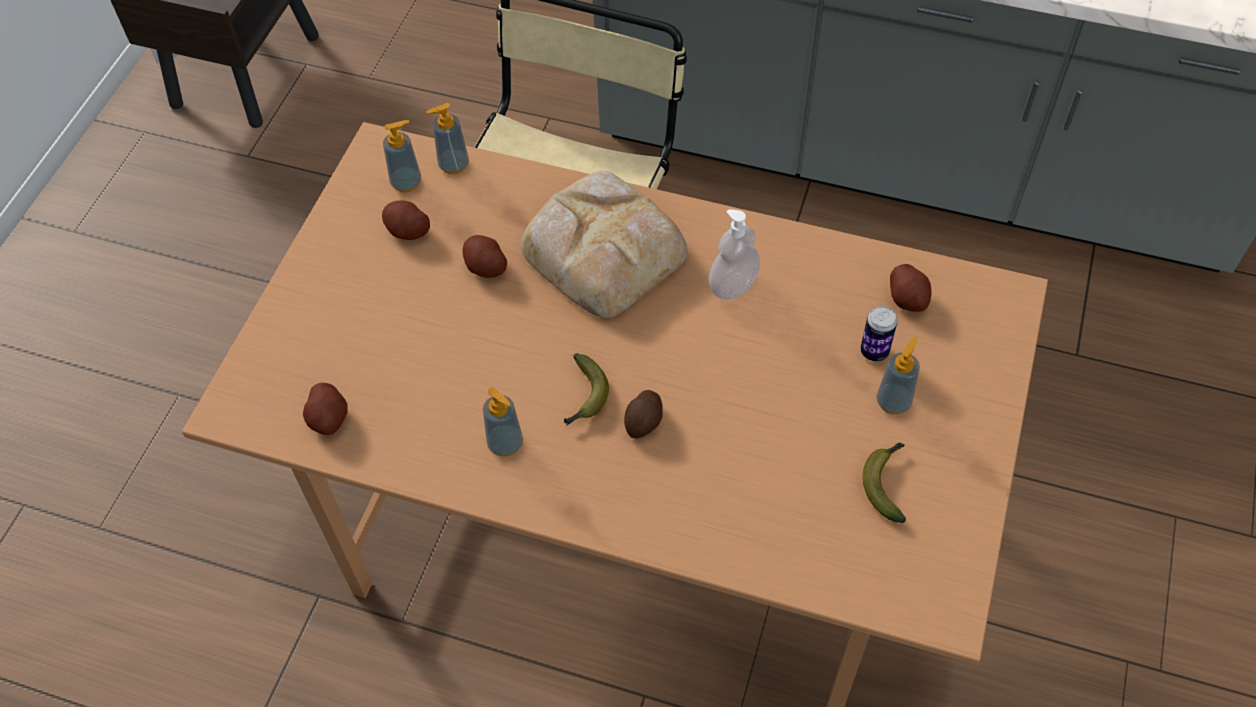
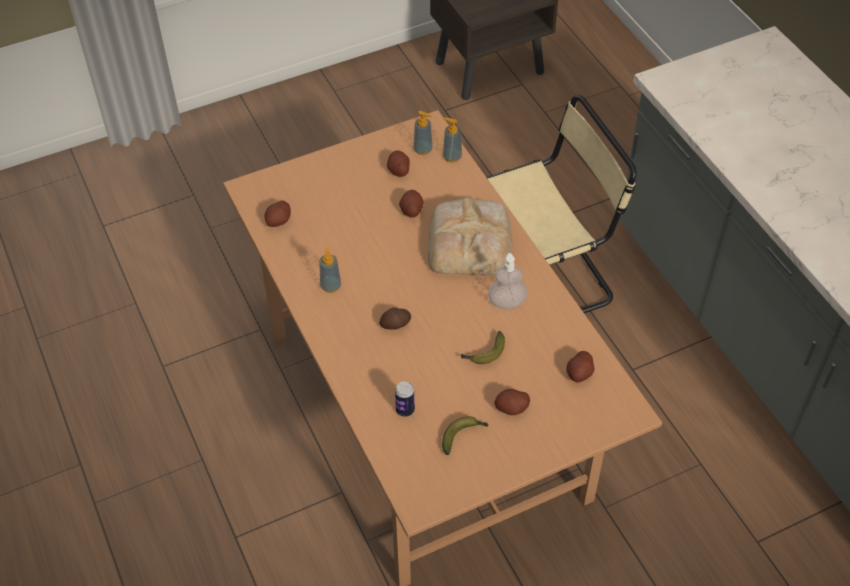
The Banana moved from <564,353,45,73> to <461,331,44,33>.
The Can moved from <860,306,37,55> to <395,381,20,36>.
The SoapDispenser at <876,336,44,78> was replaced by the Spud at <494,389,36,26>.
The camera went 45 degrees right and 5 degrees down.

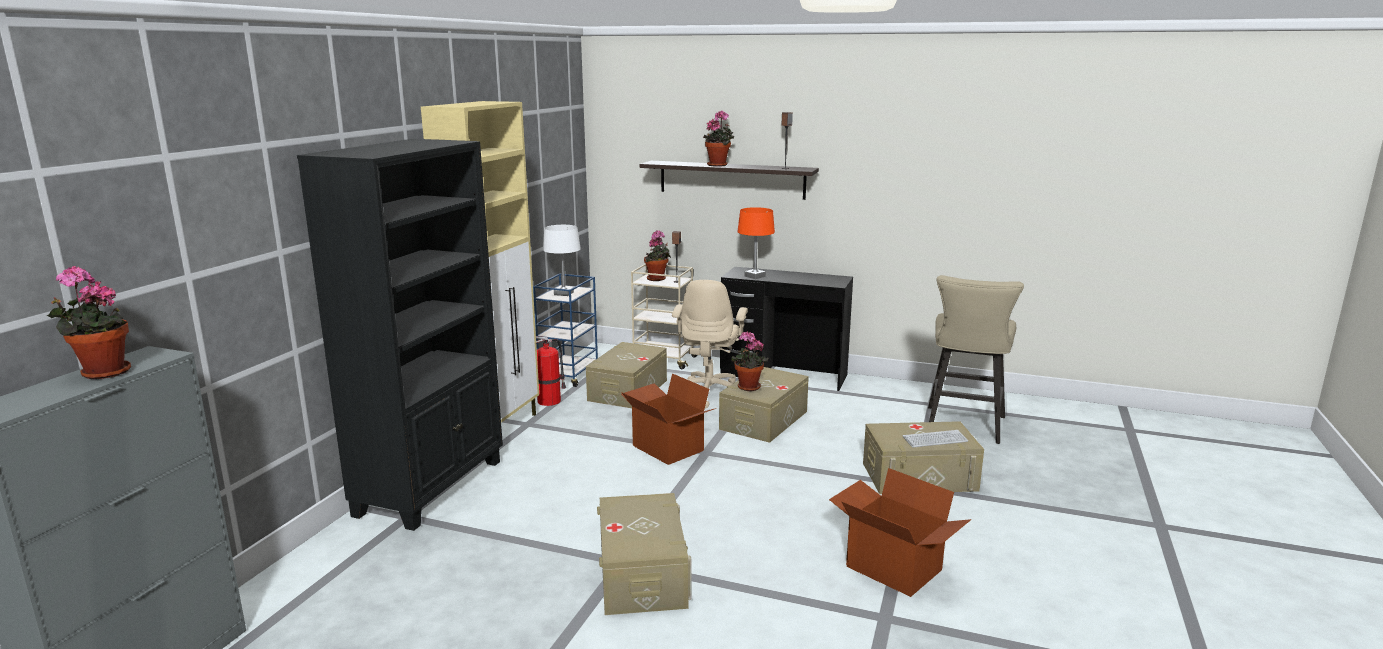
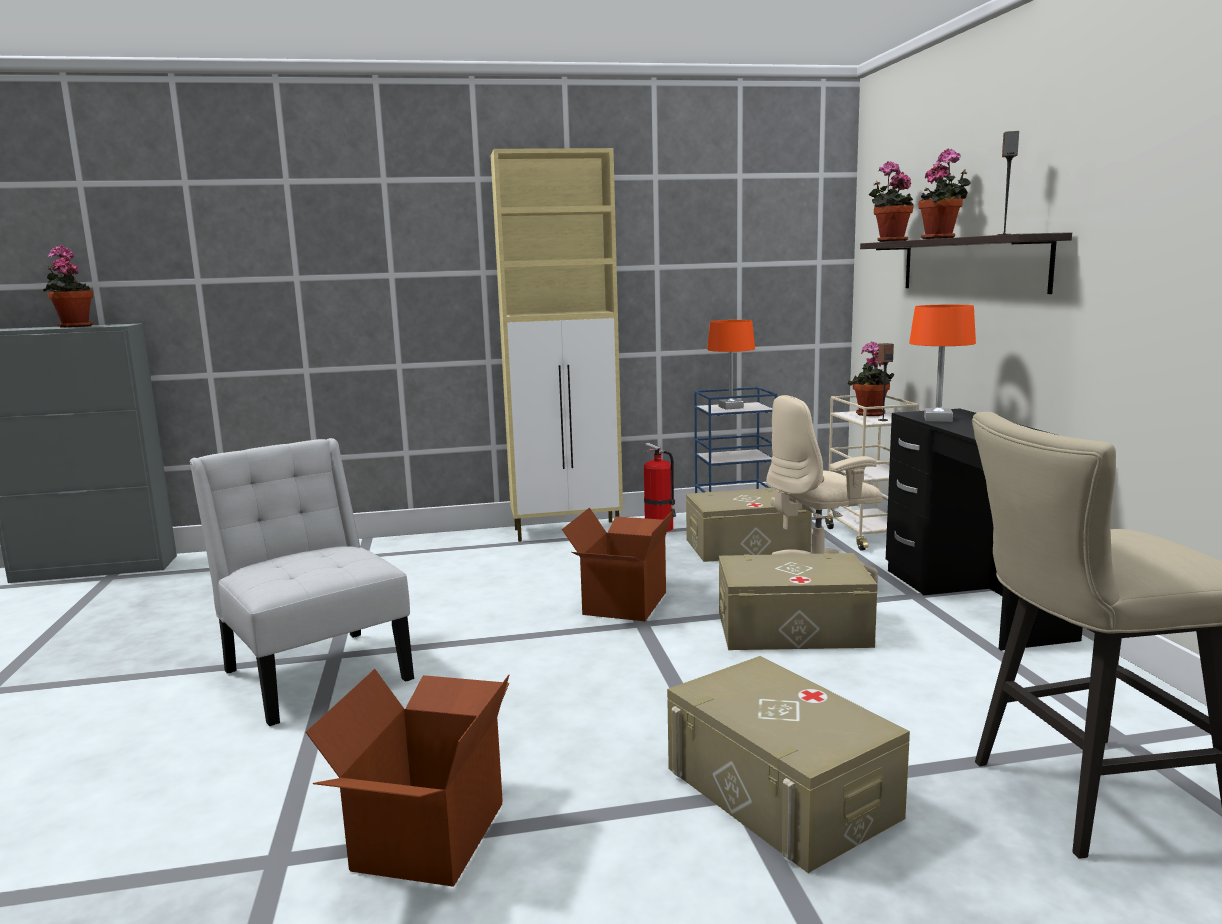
The BlackColouredBookcase at <297,139,206,392> disappeared.
The PcKeyboard at <903,430,65,17> disappeared.
The Houseplant moved from <731,331,38,60> to <868,161,46,81>.
The SandColouredStorageContainer at <597,493,95,122> was replaced by the WhitishUprightChair at <189,438,225,288>.
The WhitishLampForATable at <543,225,38,71> became the OrangeyLampForATable at <707,320,48,89>.
The camera went 60 degrees right and 5 degrees down.

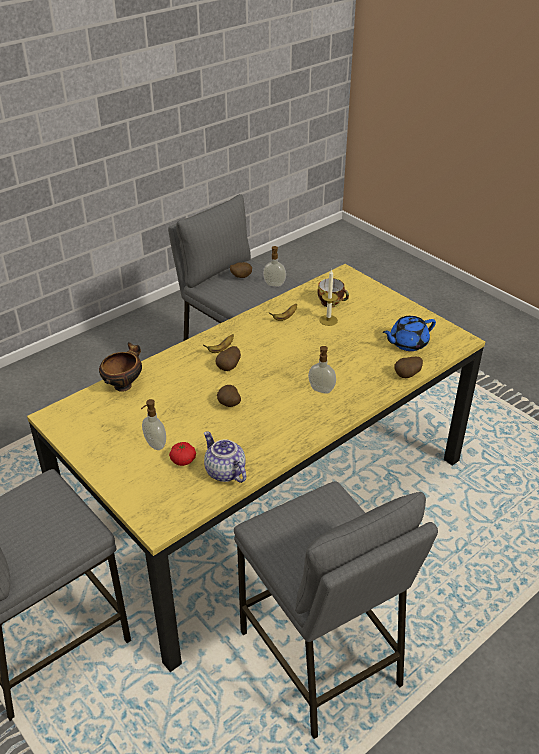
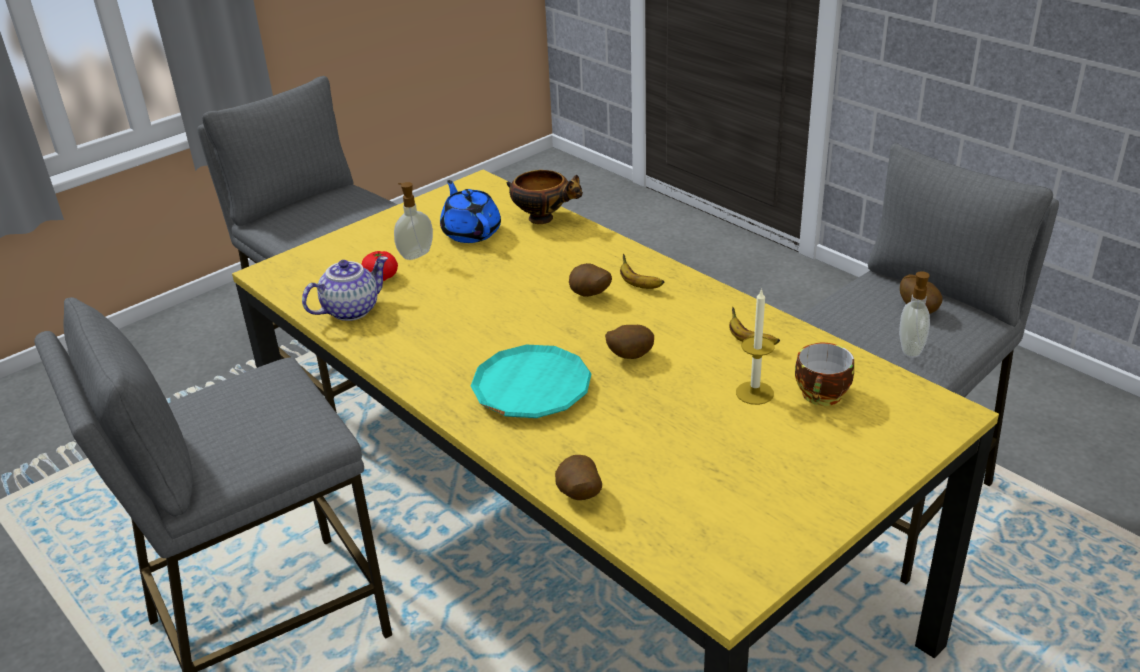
The Spud moved from <217,385,24,22> to <605,325,49,34>.
The BlueTeapot moved from <383,316,53,35> to <440,180,61,63>.
The SoapDispenser at <308,346,28,48> was replaced by the TurquoiseColouredPlate at <471,345,120,73>.
The camera went 90 degrees right and 5 degrees down.

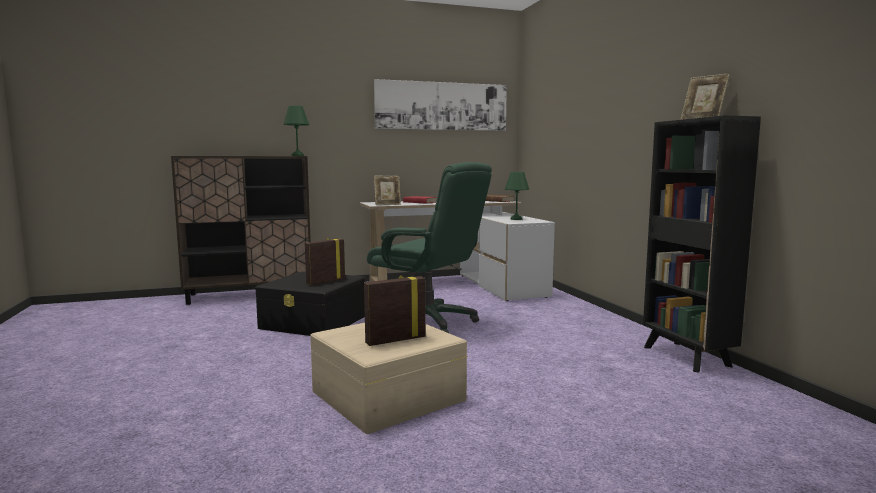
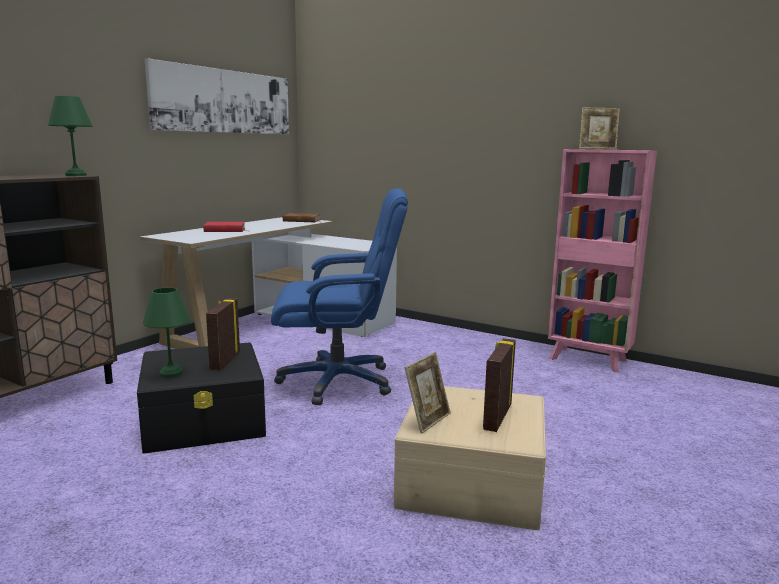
The PictureFrame moved from <374,176,27,29> to <404,352,47,82>.
The GreenLampForATable moved from <505,172,24,48> to <143,288,48,90>.
The GreenDeskChair at <367,162,125,171> became the BlueDeskChair at <271,189,137,216>.
The BlackColouredBookcase at <643,115,118,258> became the PinkishBookcase at <548,149,109,223>.
The camera went 40 degrees left and 5 degrees up.

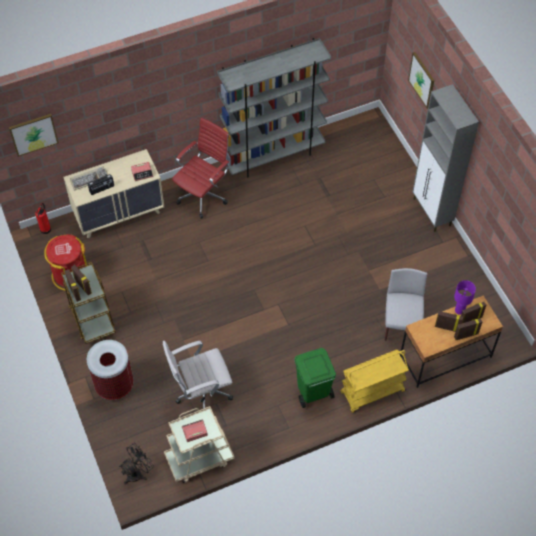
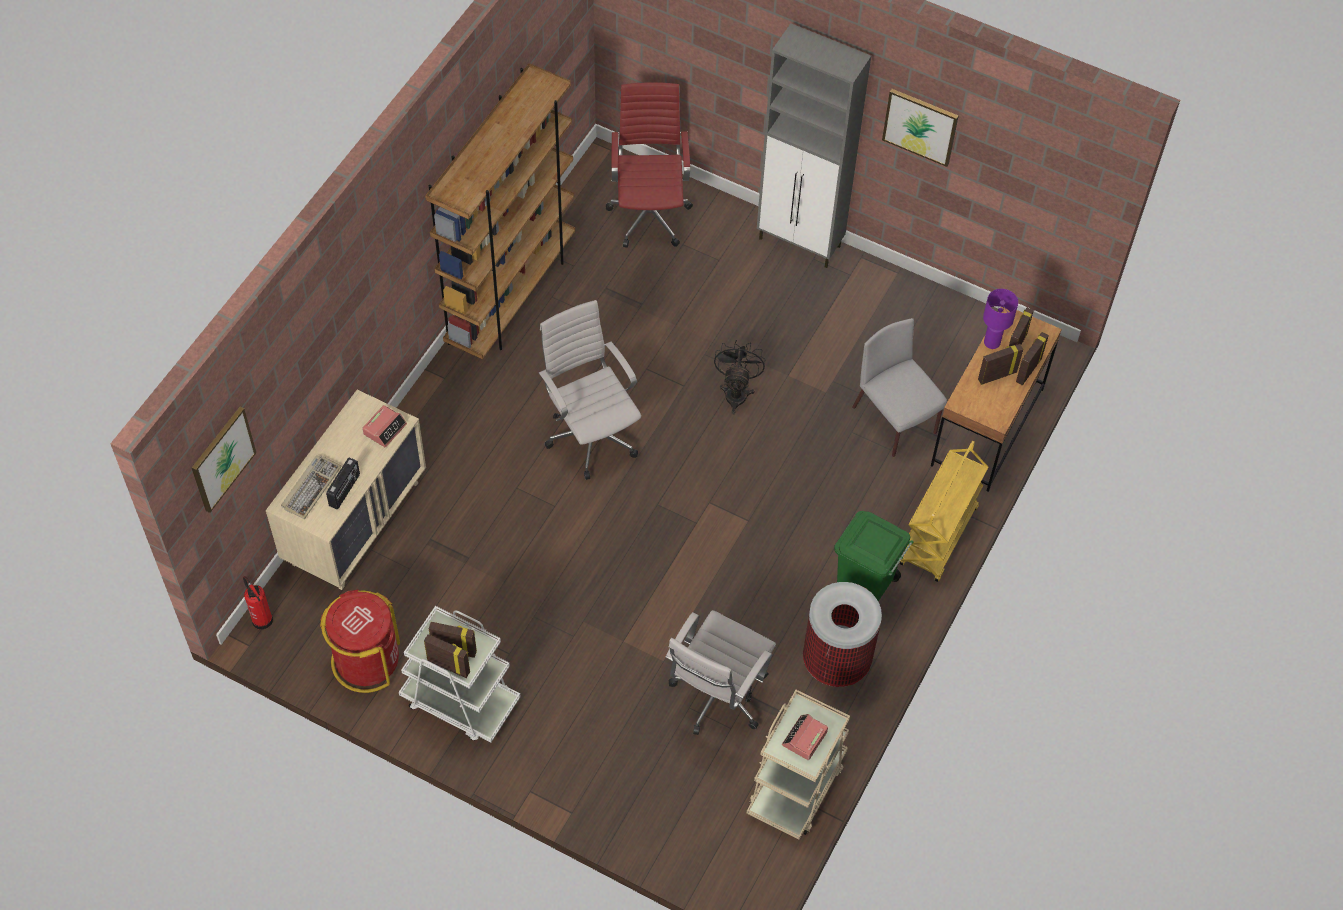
The WhitishDeskChair at <539,300,102,180> appeared.
The RubbishBin moved from <87,340,47,60> to <803,582,79,105>.
The BlackColouredElectricFan moved from <119,443,35,42> to <714,340,51,74>.
The RedDeskChair moved from <172,118,58,101> to <606,82,87,166>.
The Picture moved from <408,52,26,57> to <882,89,77,78>.
The BrownishWheeledCart at <61,262,55,82> became the WhitishWheeledCart at <399,606,122,136>.
The GrayBookcase at <217,38,114,139> became the BrownishBookcase at <425,63,150,296>.
The camera went 40 degrees left and 0 degrees up.

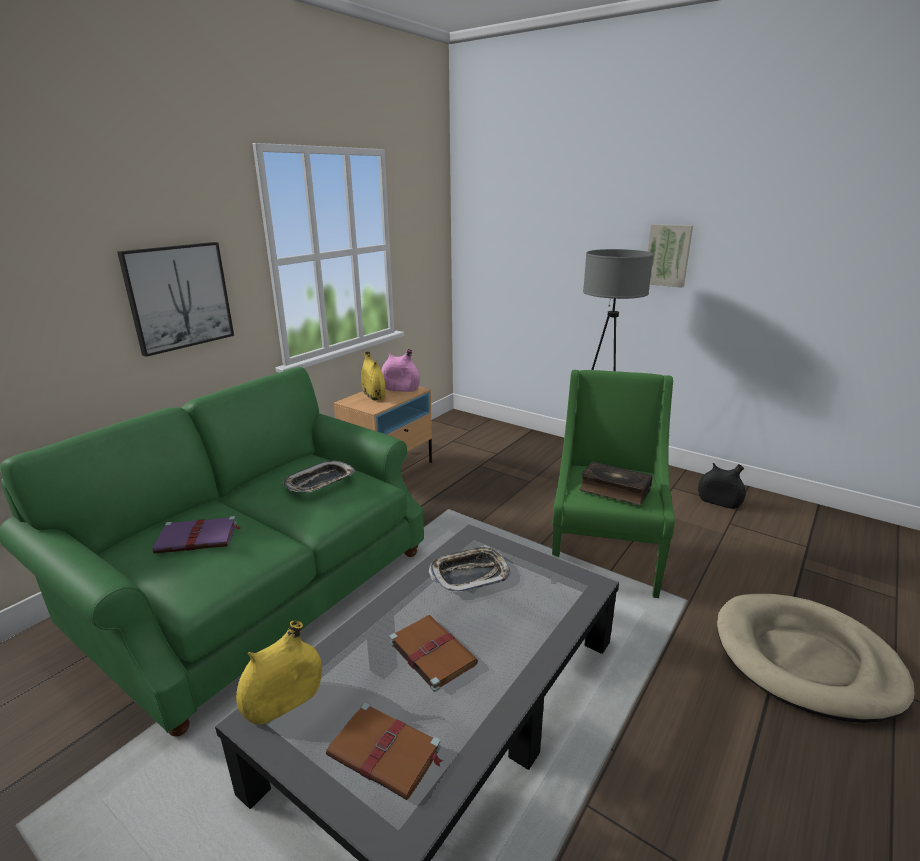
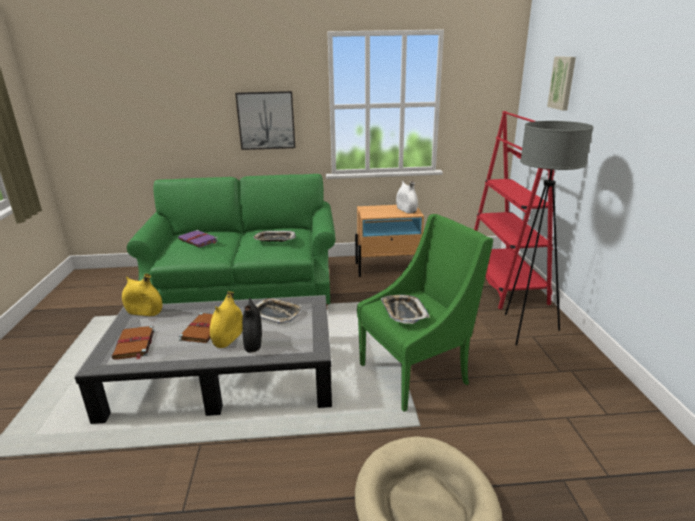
The RedBookcase at <474,111,80,198> appeared.
The YellowishFlowerVase moved from <361,352,25,49> to <210,291,33,57>.
The Picture moved from <648,224,45,64> to <547,56,29,55>.
The BlackColouredFlowerVase moved from <698,463,48,46> to <242,298,20,55>.
The BoundBook at <579,462,73,43> was replaced by the CarryingTray at <381,295,49,29>.
The PinkishFlowerVase at <381,349,39,43> became the WhitishFlowerVase at <396,181,22,33>.
The camera went 50 degrees right and 0 degrees up.

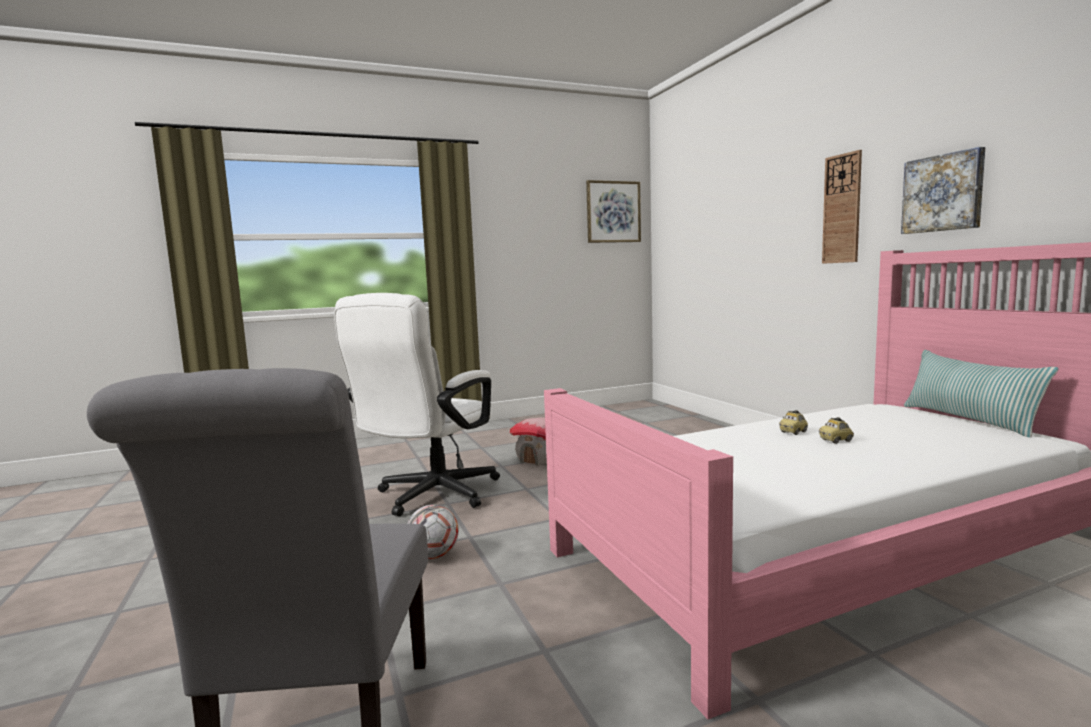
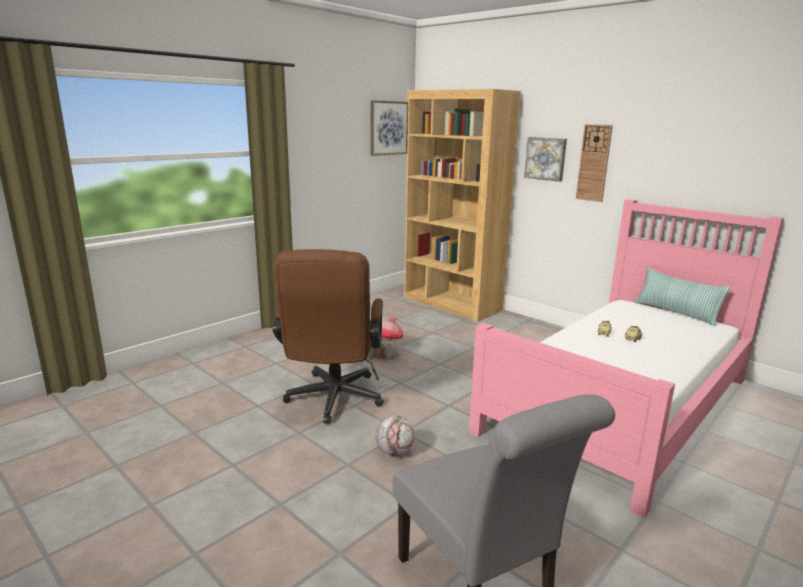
The BrownishBookcase at <404,89,117,233> appeared.
The Picture moved from <901,147,84,87> to <524,137,43,45>.
The WhitishDeskChair at <334,293,166,223> became the BrownishDeskChair at <272,249,112,175>.
The camera went 25 degrees left and 10 degrees up.

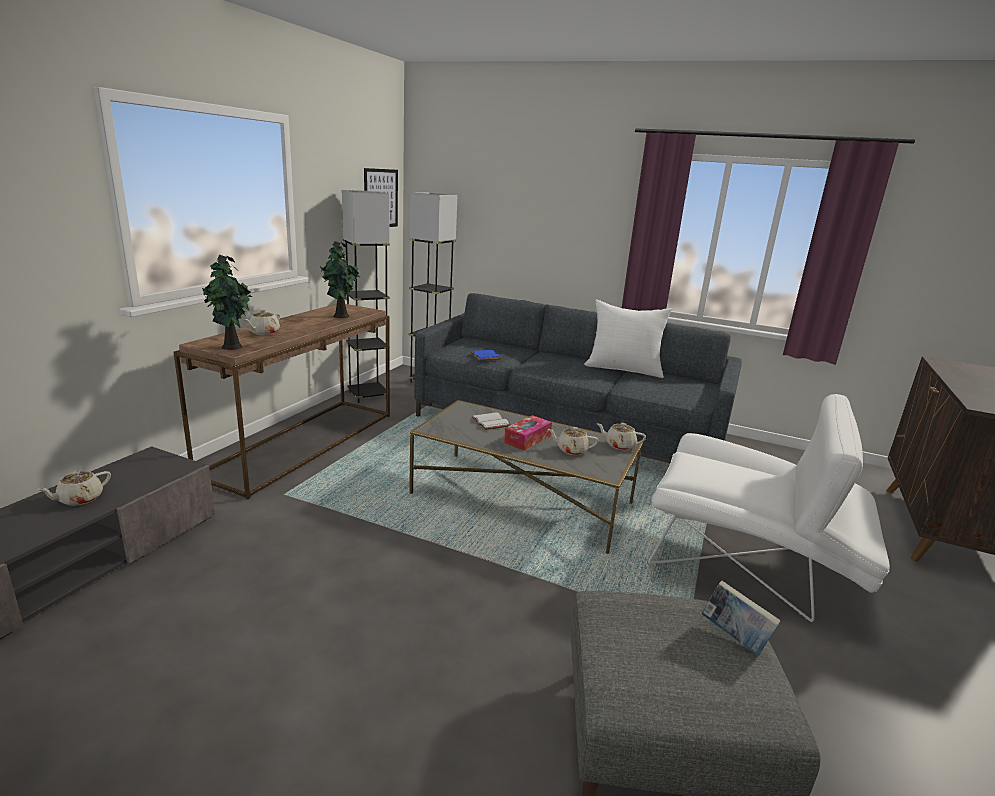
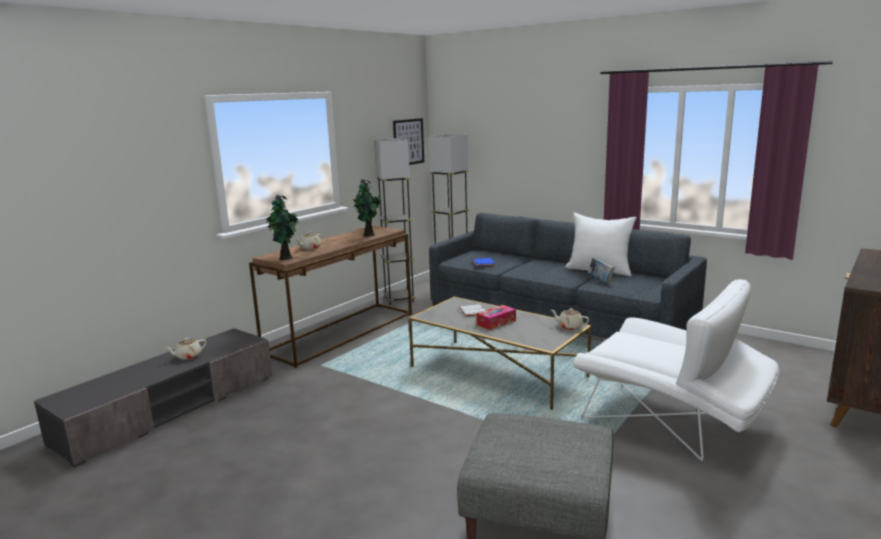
The SandColouredTeapot at <548,427,51,28> disappeared.
The BoundBook moved from <701,581,79,74> to <588,258,27,25>.
The camera went 15 degrees right and 5 degrees down.

